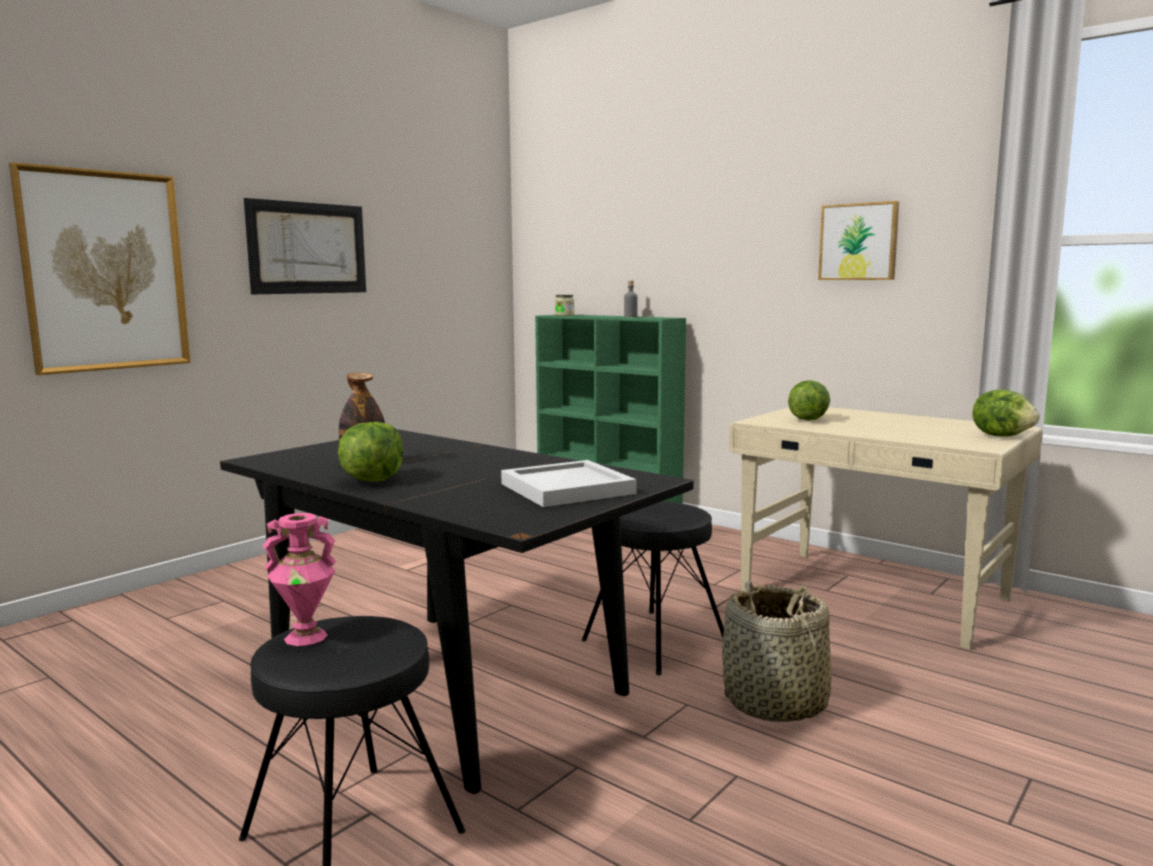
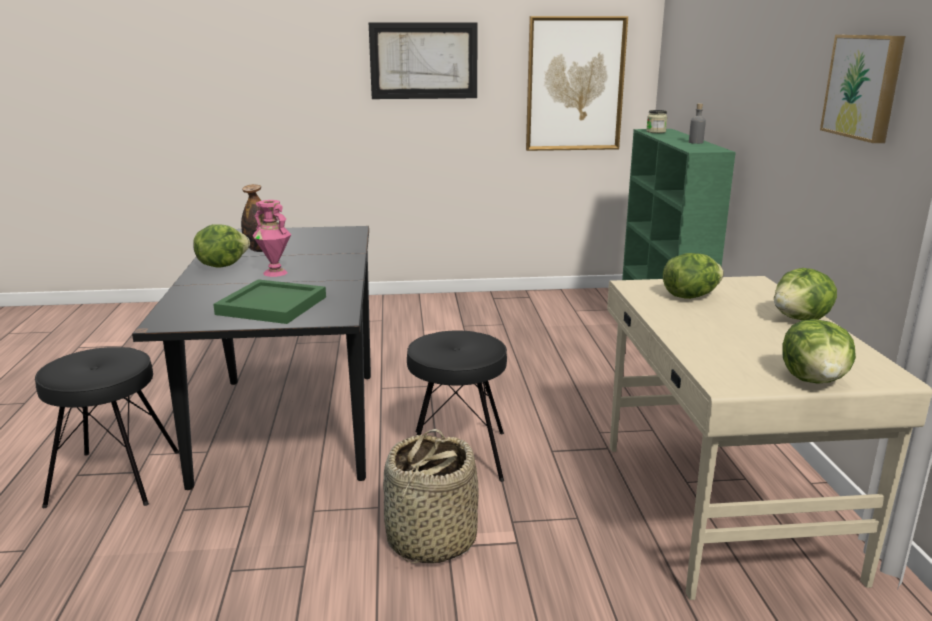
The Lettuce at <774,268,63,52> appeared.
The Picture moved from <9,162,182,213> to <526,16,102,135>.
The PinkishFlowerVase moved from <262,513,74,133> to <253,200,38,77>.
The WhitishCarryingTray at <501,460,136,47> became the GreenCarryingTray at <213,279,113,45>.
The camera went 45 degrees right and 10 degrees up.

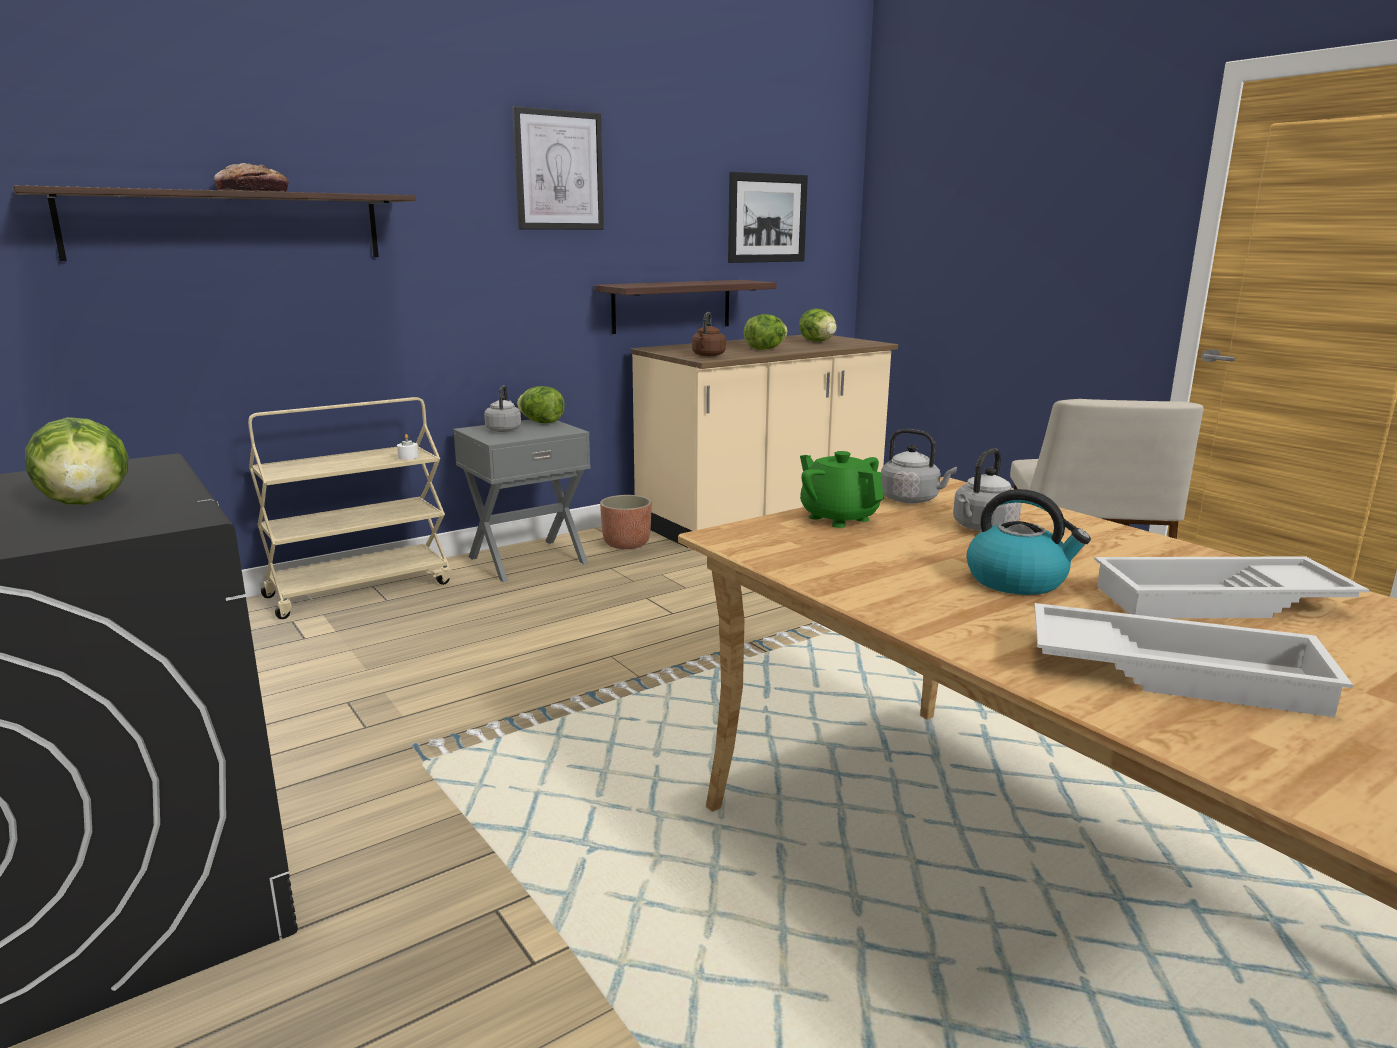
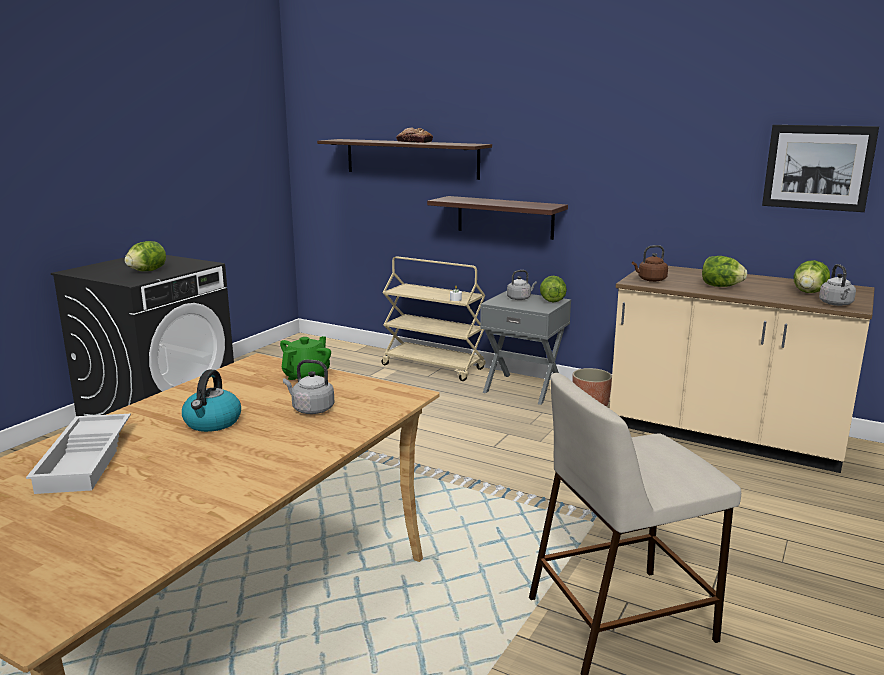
The Picture at <512,106,92,124> disappeared.
The WhitishCarryingTray at <1094,556,275,62> disappeared.
The BracketShelf moved from <595,280,181,54> to <427,196,141,44>.
The GrayWaterKettle moved from <881,429,76,74> to <819,264,37,42>.
The camera went 65 degrees right and 0 degrees up.

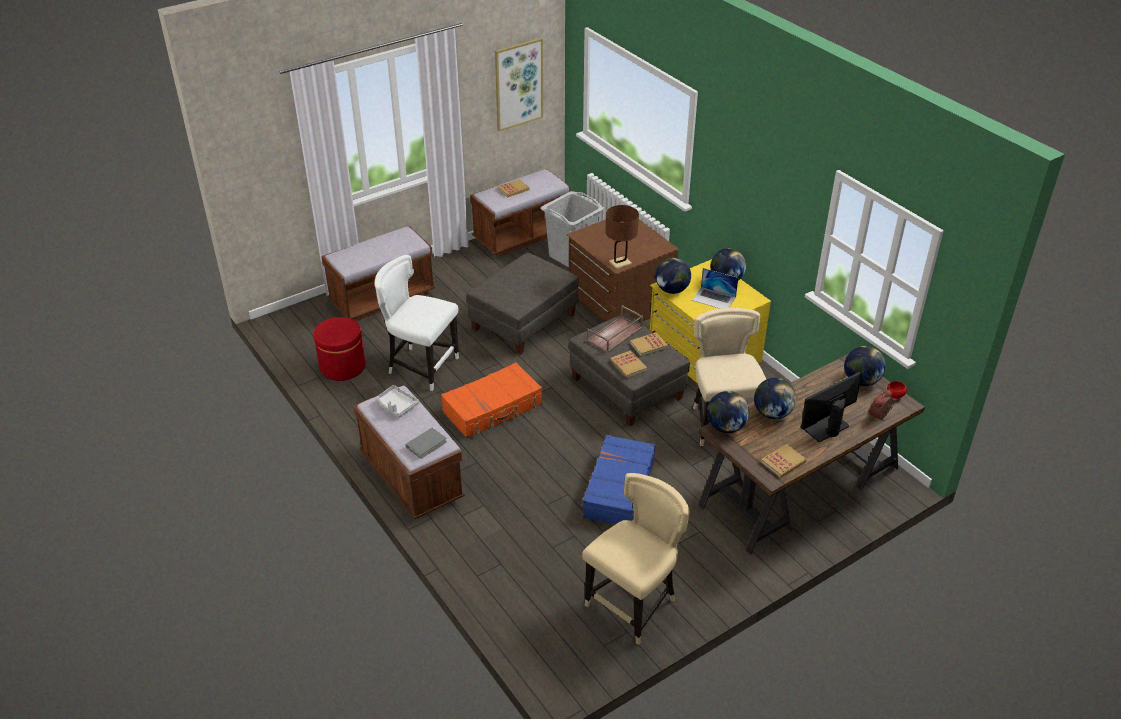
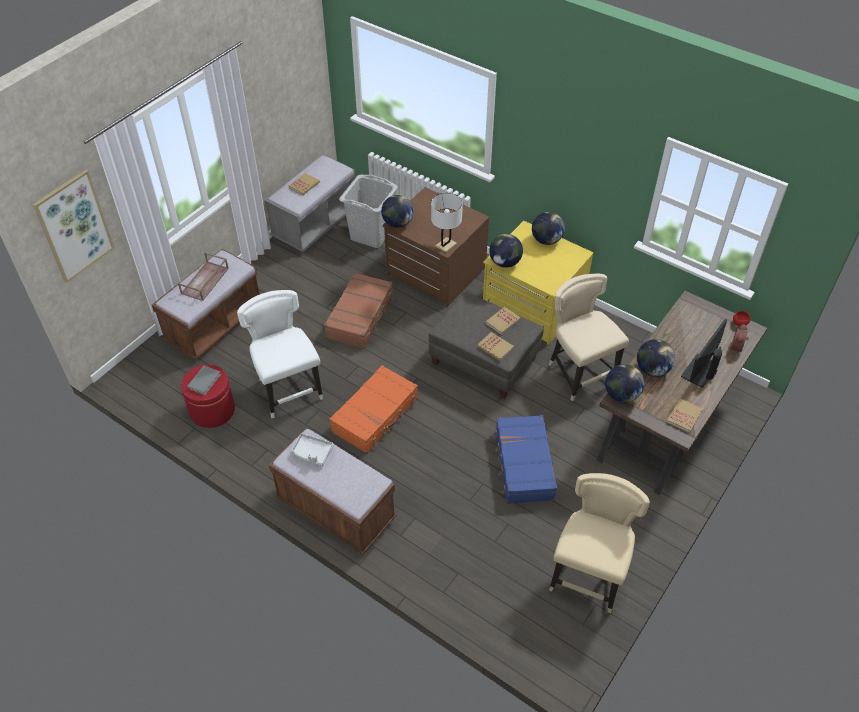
The NotebookComputer at <692,268,46,40> disappeared.
The GrayBoundBook moved from <406,428,41,31> to <187,366,34,29>.
The Picture moved from <495,38,48,93> to <33,169,81,114>.
The BrownishCarryingTray moved from <587,305,56,48> to <178,252,51,49>.
The Globe moved from <844,346,42,40> to <381,195,32,32>.
The GrayFootrest at <467,253,112,102> was replaced by the BrownishTravelCase at <324,272,69,77>.
The BrownishIndoorBench at <470,169,101,88> became the GrayIndoorBench at <264,154,91,98>.
The BrownishLampForATable at <605,205,34,64> became the WhitishLampForATable at <431,193,32,60>.
The WhitishUprightChair at <375,255,84,136> turned 60 degrees clockwise.
The camera went 20 degrees left and 10 degrees up.

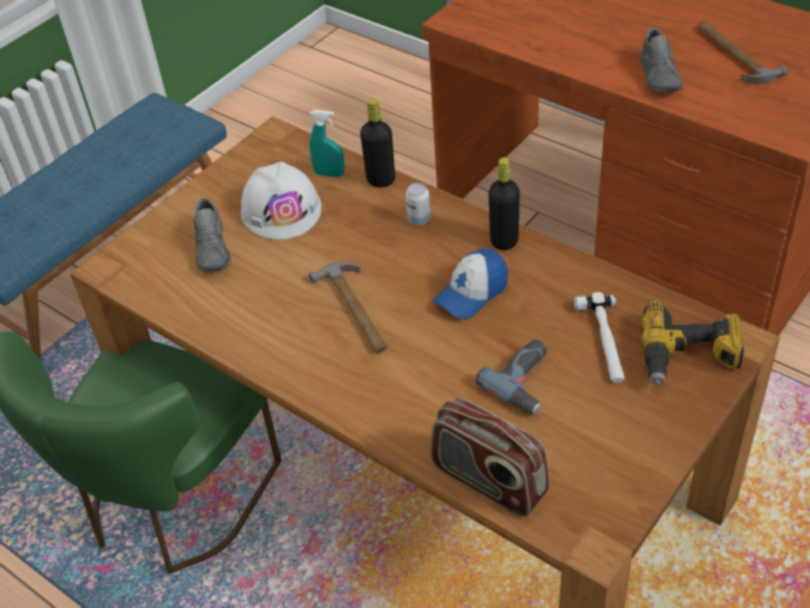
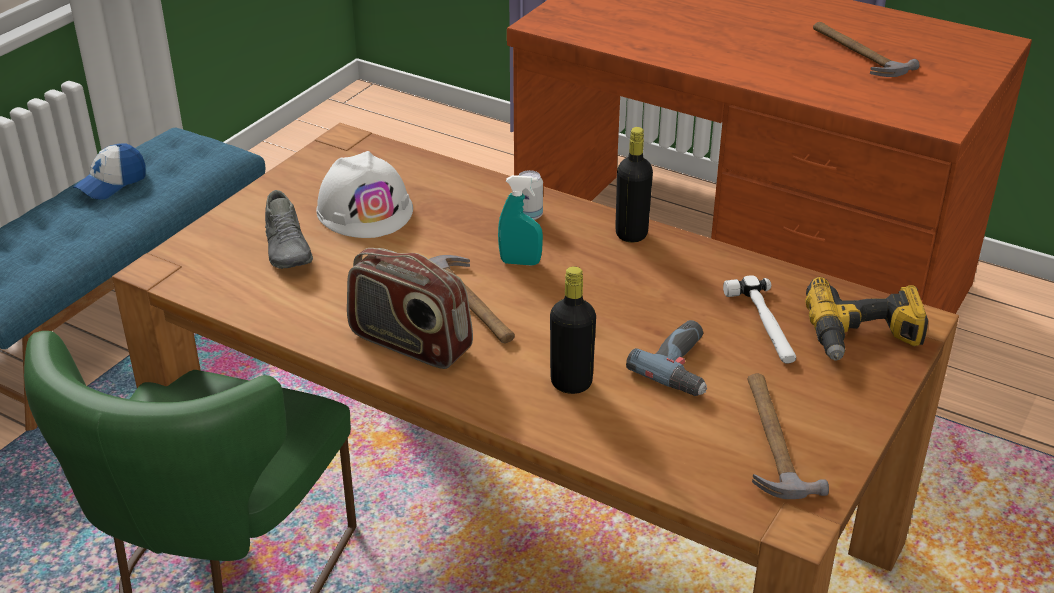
The GrayItemOfFootwear at <640,28,43,64> disappeared.
The Hammer at <748,374,81,125> appeared.
The TurquoiseColouredHandSprayer moved from <309,110,36,67> to <498,175,45,91>.
The BlackColouredDrinkBottle moved from <360,99,35,88> to <550,267,46,127>.
The RadioSet moved from <430,398,120,119> to <347,248,126,121>.
The Cap moved from <433,249,75,70> to <73,144,73,56>.
The camera went 10 degrees left and 10 degrees down.

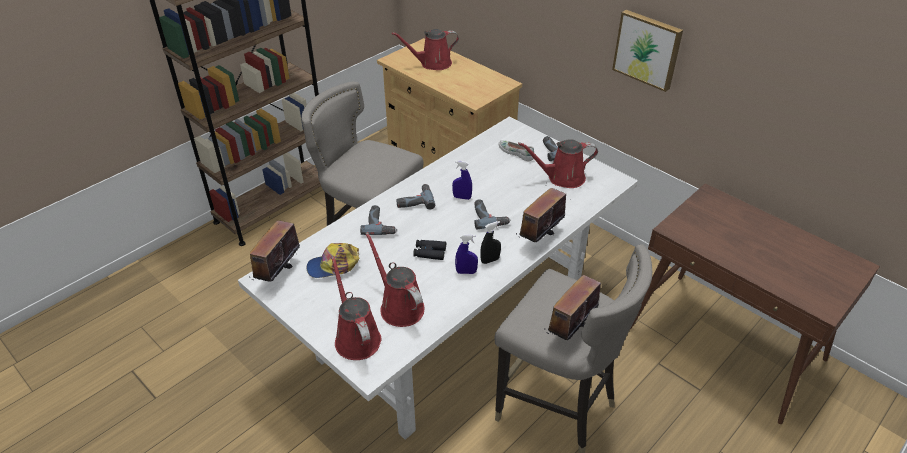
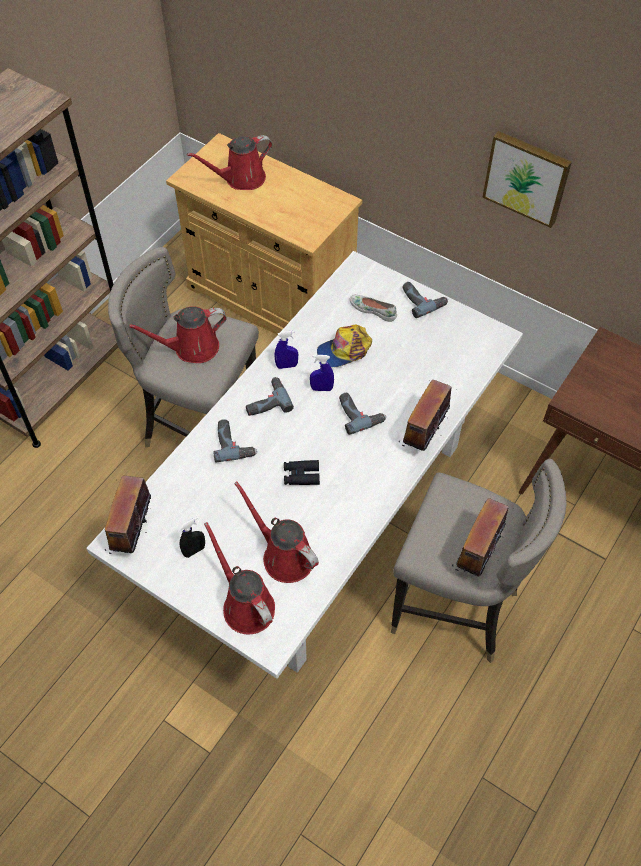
The Cap moved from <307,243,52,35> to <317,324,55,43>.
The BlueHandSprayer moved from <455,234,23,40> to <274,331,24,38>.
The BlackColouredHandSprayer moved from <480,221,21,43> to <180,517,25,41>.
The RedSprinklingCan moved from <518,139,80,49> to <129,307,98,56>.
The camera went 10 degrees left and 15 degrees up.

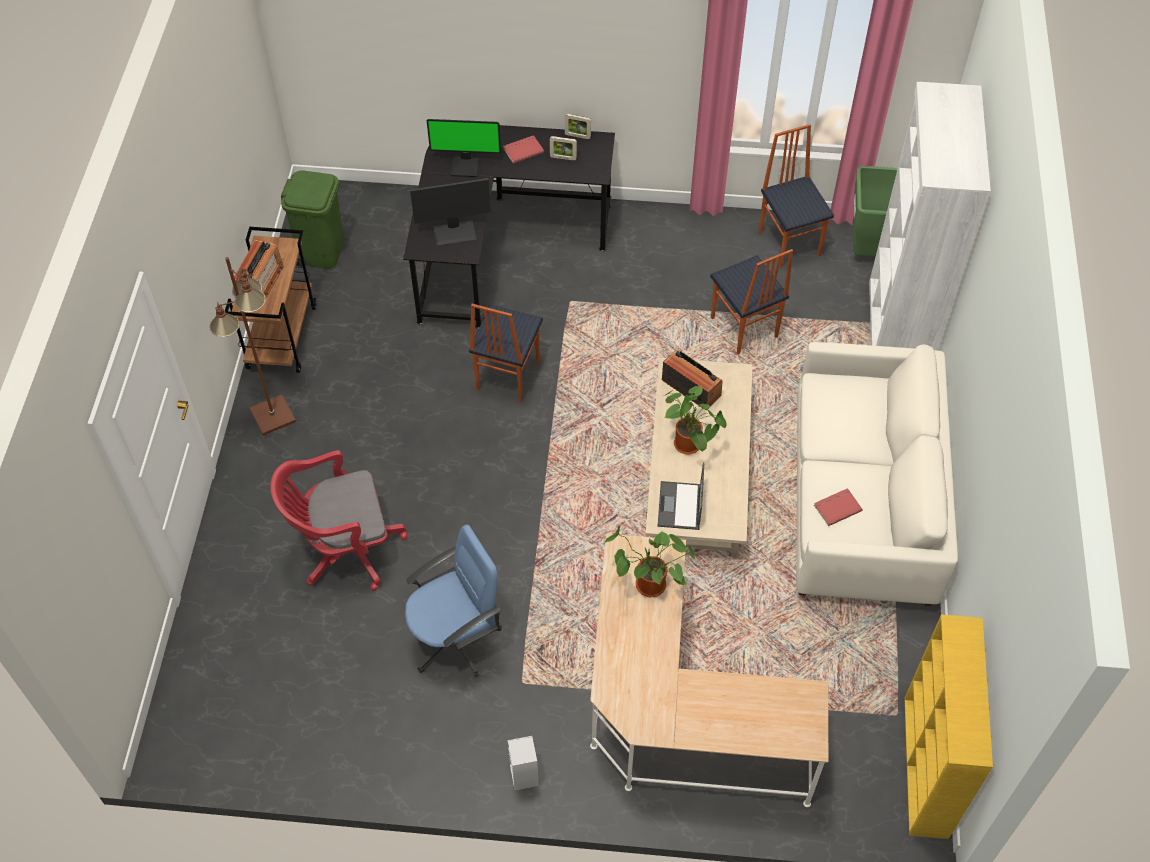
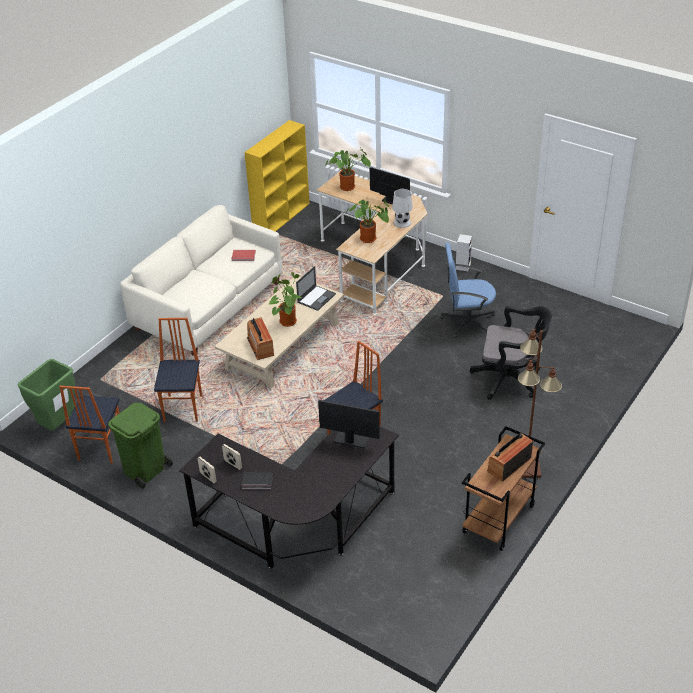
The WhitishBookcase at <869,82,122,269> disappeared.
The Houseplant at <325,147,46,44> appeared.
The WhitishLampForATable at <392,189,21,39> appeared.
The GreenRubbishBin moved from <281,171,63,98> to <108,403,65,86>.
The Monitor moved from <427,119,74,58> to <370,167,40,38>.
The RedDeskChair at <270,450,138,141> became the BlackColouredDeskChair at <470,306,82,94>.
The RedBoundBook at <503,135,41,29> became the BlackColouredBoundBook at <241,472,32,18>.
The camera went 150 degrees left and 15 degrees down.

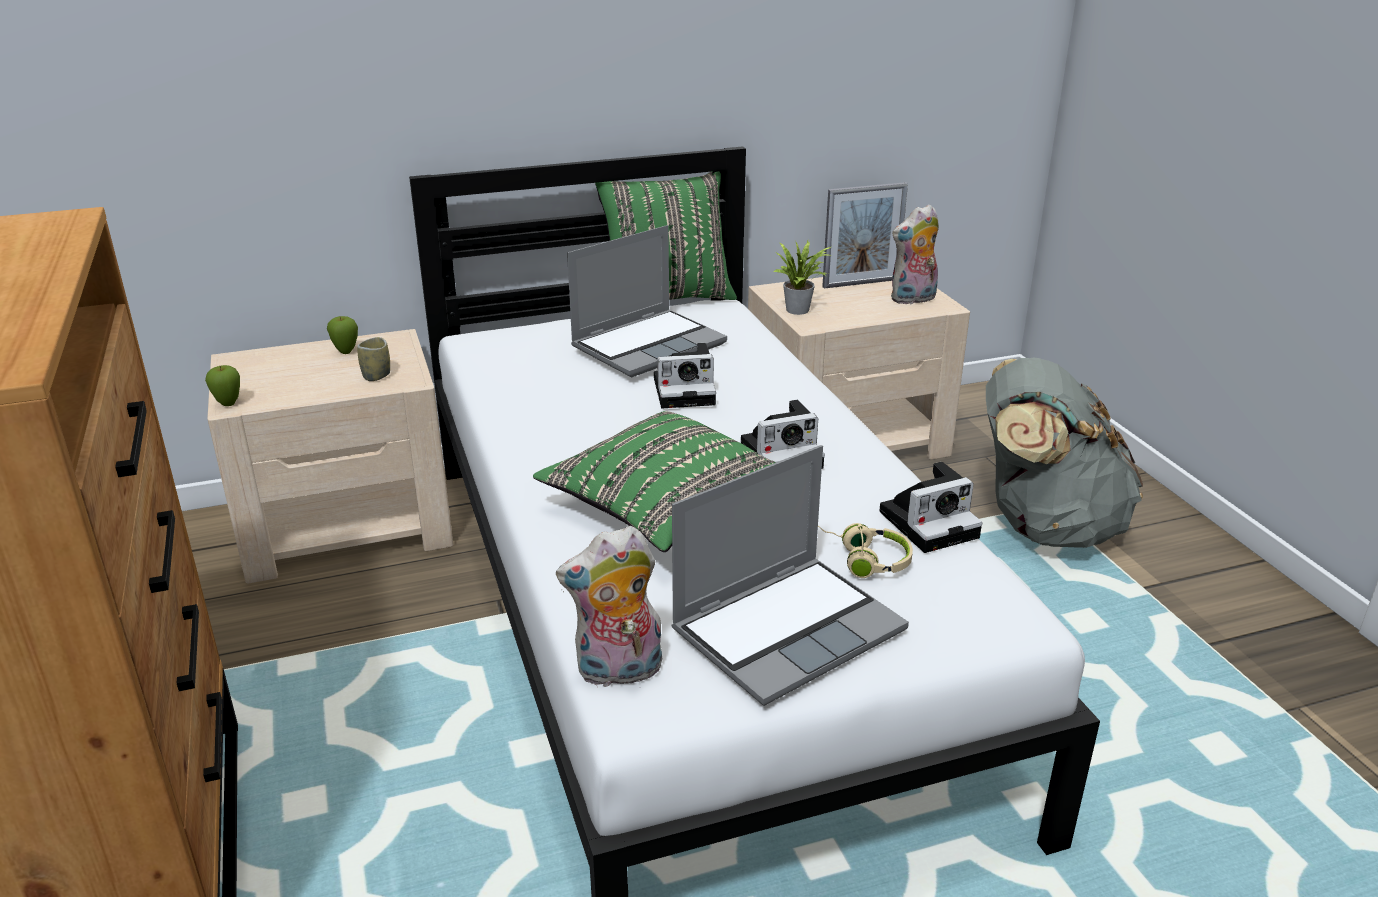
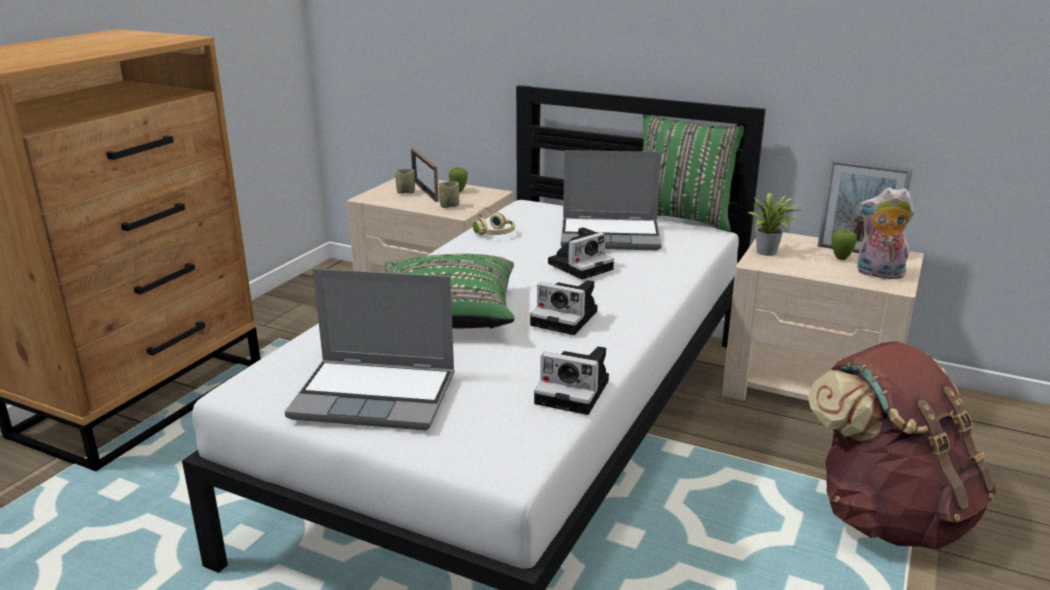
The PlushToy at <556,526,106,161> disappeared.
The SmallCup at <395,169,20,25> appeared.
The PictureFrame at <411,148,28,54> appeared.
The AppleFruit moved from <205,365,35,41> to <832,230,25,30>.
The SandColouredPairOfHeadphones moved from <818,523,95,55> to <473,206,42,29>.
The GrayKnapsack at <986,357,157,191> became the BrownishKnapsack at <808,341,189,209>.
The StillCamera at <654,343,62,66> turned 75 degrees counterclockwise.
The camera went 45 degrees right and 5 degrees down.

